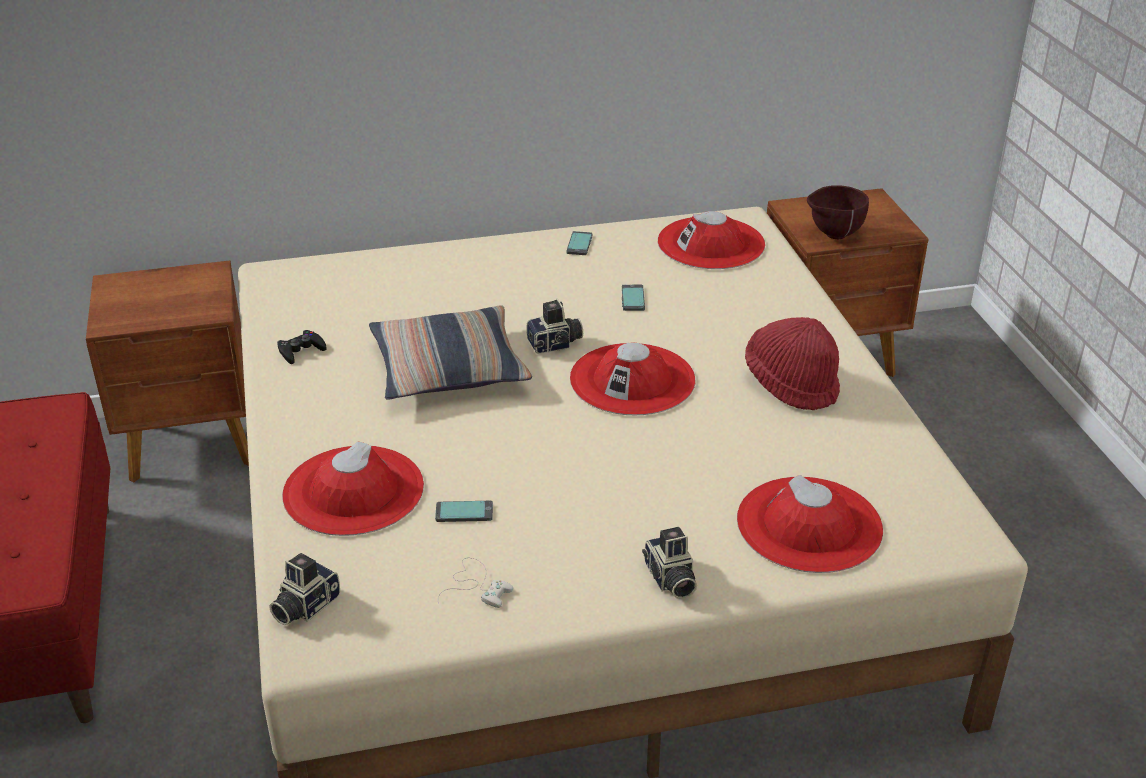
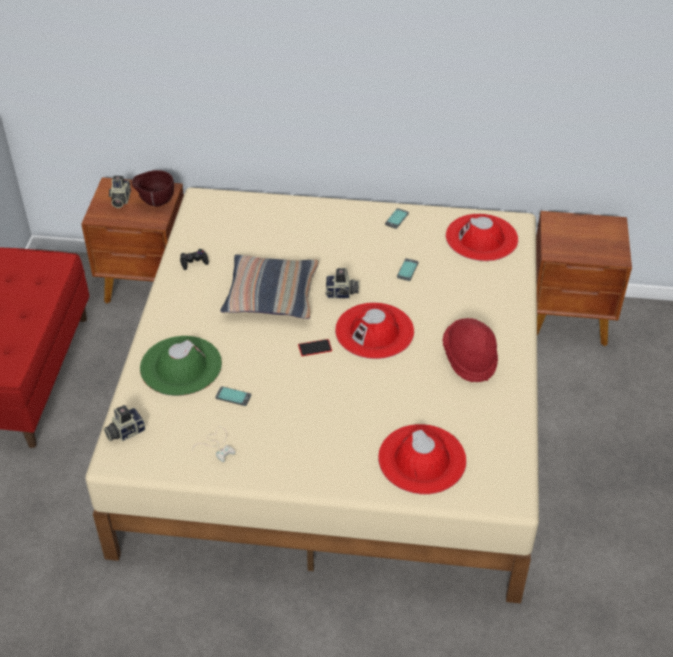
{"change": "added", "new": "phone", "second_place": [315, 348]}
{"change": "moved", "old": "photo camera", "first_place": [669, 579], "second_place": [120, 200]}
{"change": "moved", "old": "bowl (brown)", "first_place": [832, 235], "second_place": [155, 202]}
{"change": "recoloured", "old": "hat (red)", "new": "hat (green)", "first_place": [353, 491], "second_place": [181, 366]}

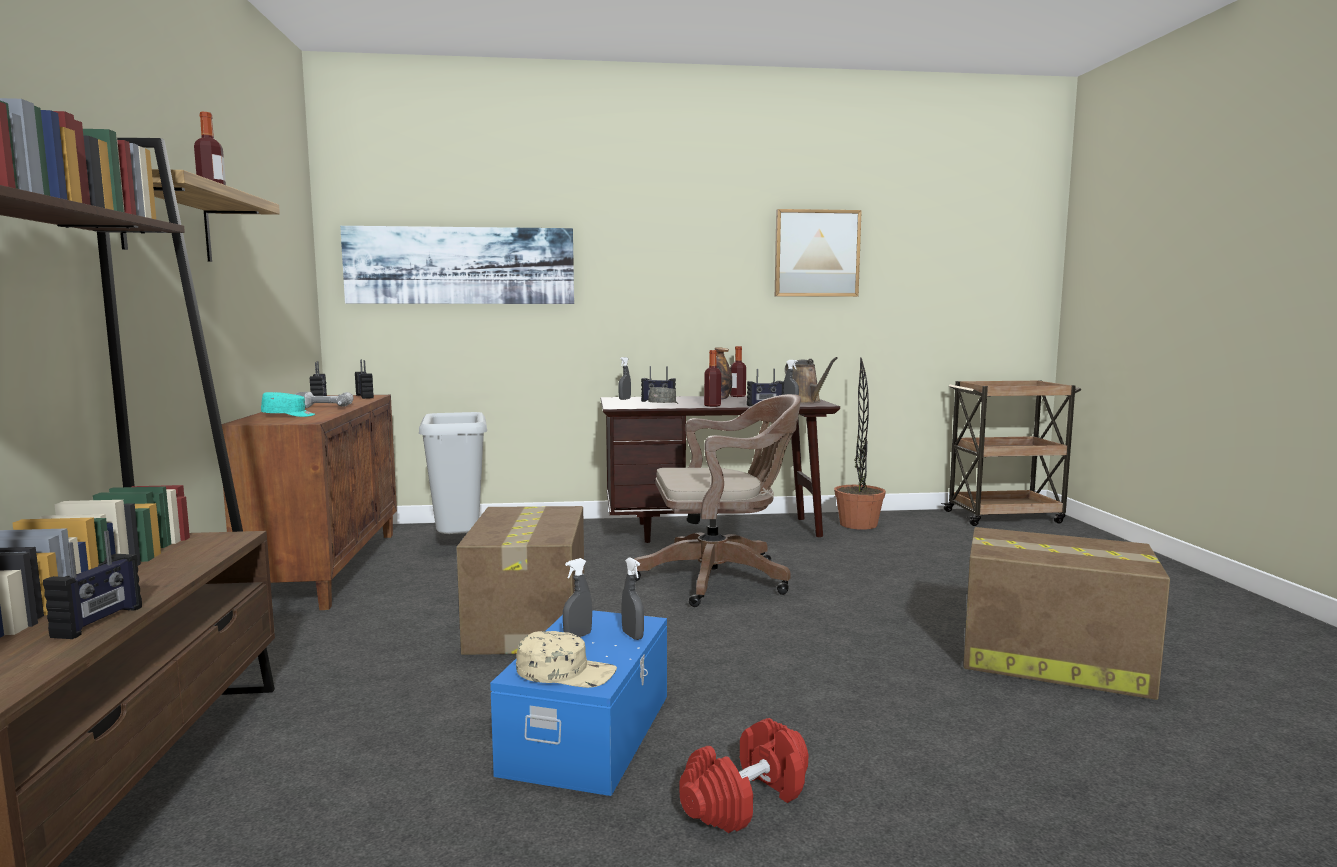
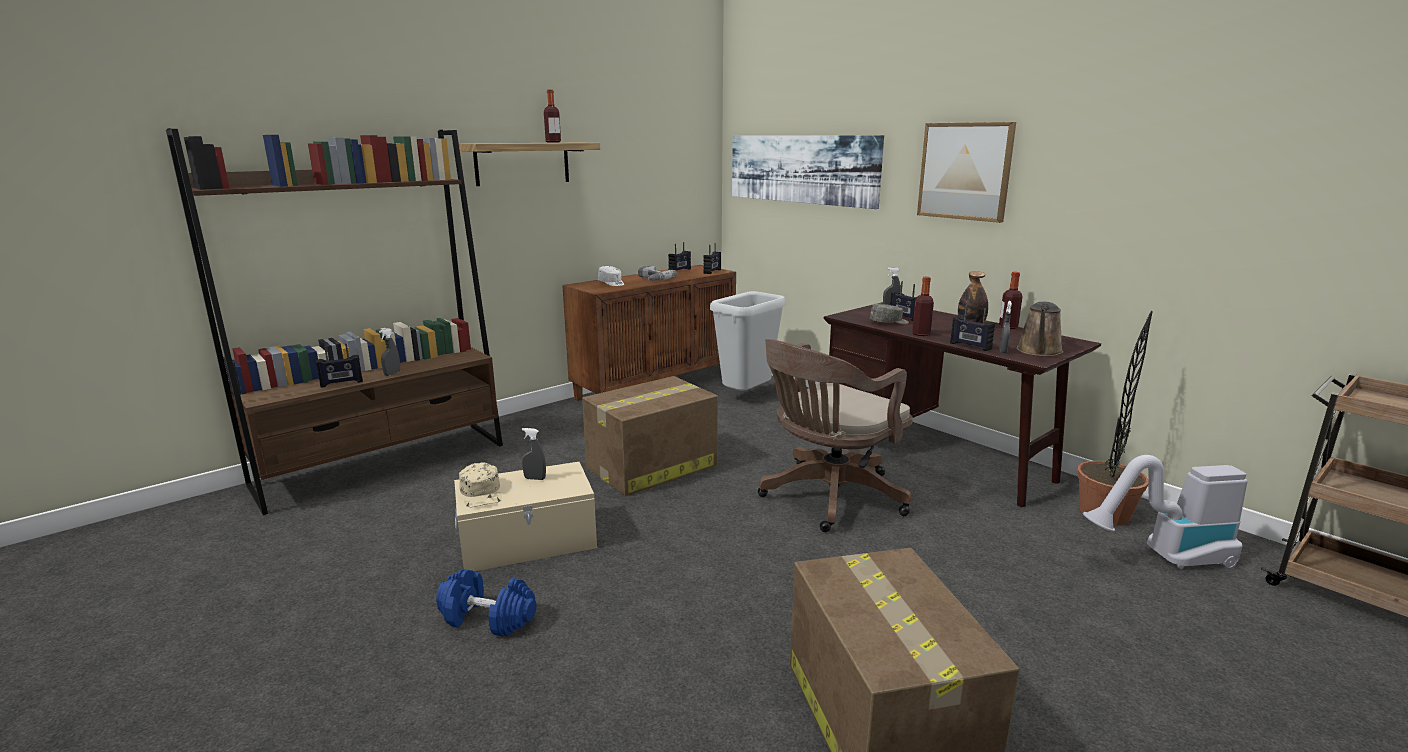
{"change": "added", "new": "vacuum cleaner", "second_place": [1164, 558]}
{"change": "moved", "old": "spray bottle (grey)", "first_place": [632, 636], "second_place": [392, 374]}
{"change": "moved", "old": "picture", "first_place": [816, 253], "second_place": [965, 171]}
{"change": "recoloured", "old": "cap (turquoise)", "new": "cap (white)", "first_place": [288, 415], "second_place": [611, 283]}
{"change": "recoloured", "old": "storage box (blue)", "new": "storage box (beige)", "first_place": [591, 732], "second_place": [528, 541]}
{"change": "recoloured", "old": "dumbbell (red)", "new": "dumbbell (blue)", "first_place": [745, 801], "second_place": [487, 618]}
{"change": "turned", "old": "office chair (brown)", "first_place": [721, 579], "second_place": [828, 498], "degrees": 90}

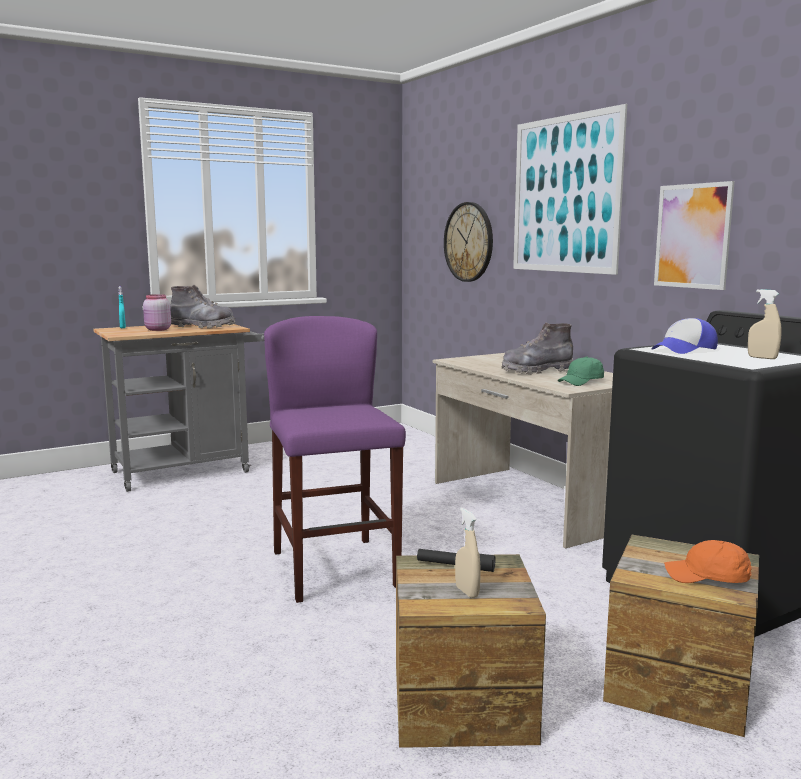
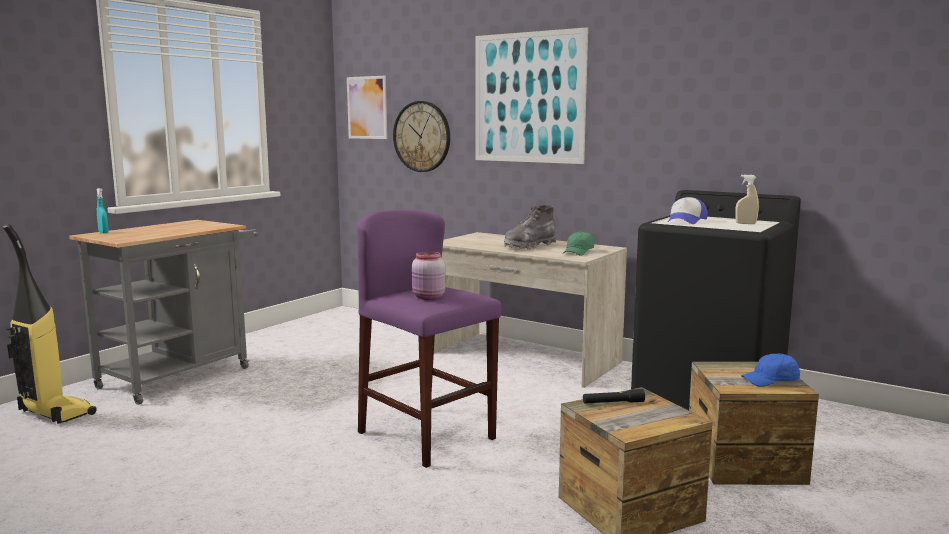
{"change": "removed", "old": "boot (grey)", "first_place": [202, 326]}
{"change": "removed", "old": "spray bottle (beige)", "first_place": [467, 592]}
{"change": "added", "new": "vacuum cleaner", "second_place": [55, 413]}
{"change": "moved", "old": "jar (pink)", "first_place": [157, 330], "second_place": [428, 297]}
{"change": "moved", "old": "picture", "first_place": [692, 236], "second_place": [367, 107]}
{"change": "recoloured", "old": "cap (orange)", "new": "cap (blue)", "first_place": [708, 578], "second_place": [771, 381]}

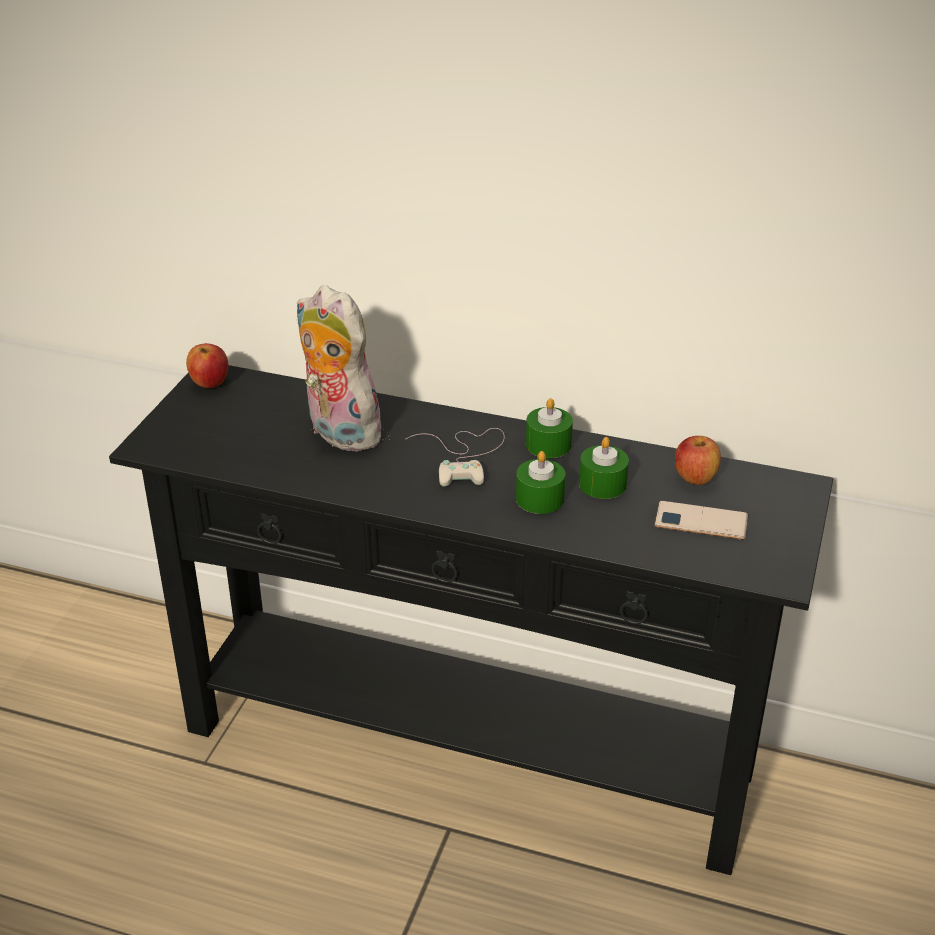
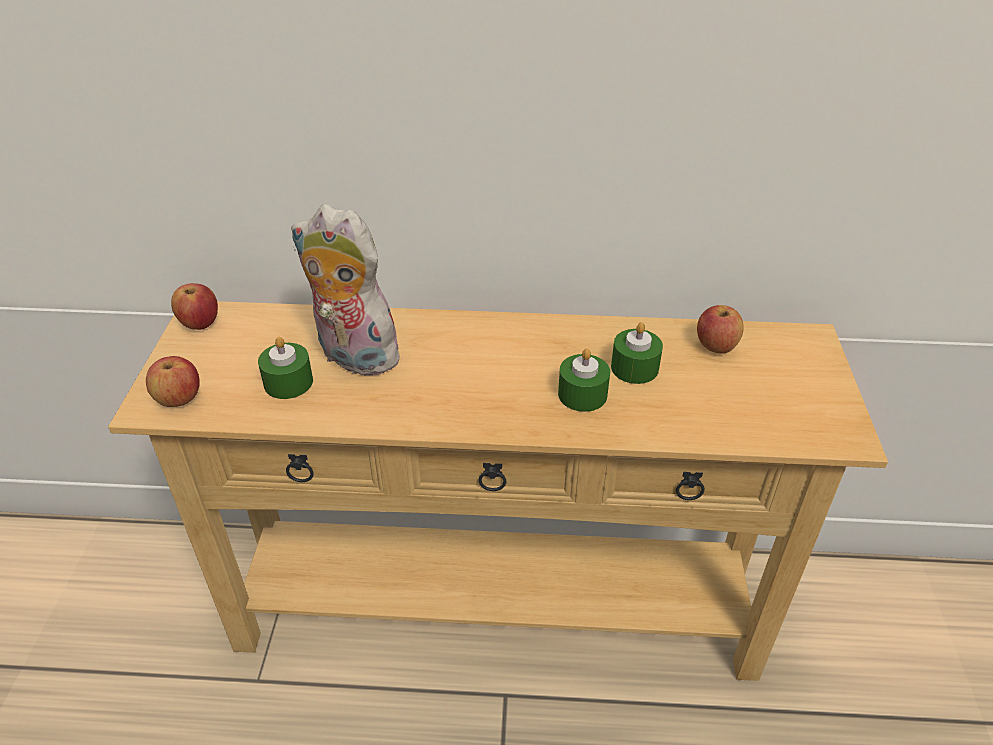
{"change": "removed", "old": "game controller (white)", "first_place": [465, 456]}
{"change": "removed", "old": "phone", "first_place": [701, 521]}
{"change": "added", "new": "apple", "second_place": [179, 399]}
{"change": "moved", "old": "candle (green)", "first_place": [548, 444], "second_place": [288, 382]}
{"change": "recoloured", "old": "console table (black)", "new": "console table (beige)", "first_place": [468, 746], "second_place": [496, 606]}

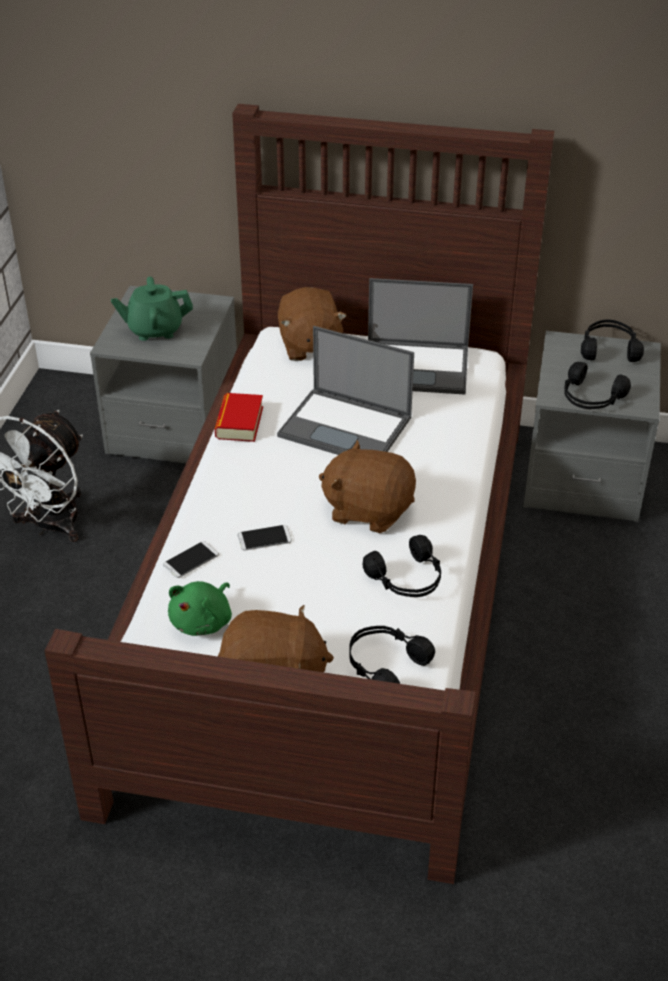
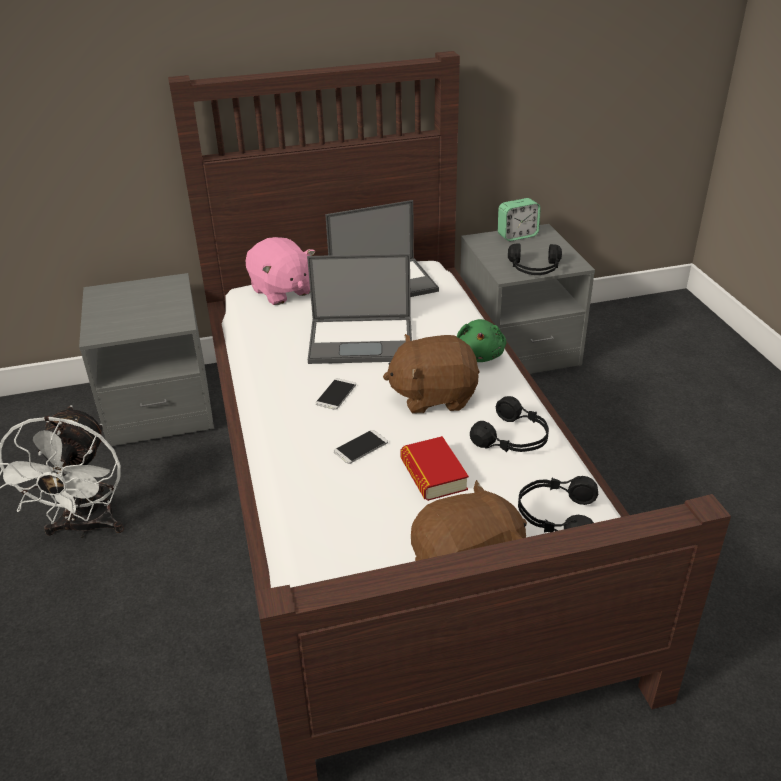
{"change": "removed", "old": "teapot (green)", "first_place": [155, 330]}
{"change": "moved", "old": "phone", "first_place": [191, 560], "second_place": [336, 394]}
{"change": "moved", "old": "plush toy (green)", "first_place": [203, 621], "second_place": [479, 355]}
{"change": "moved", "old": "book", "first_place": [239, 422], "second_place": [433, 474]}
{"change": "replaced", "old": "headphones (black)", "new": "alarm clock", "first_place": [609, 349], "second_place": [517, 235]}
{"change": "recoloured", "old": "plush toy (brown)", "new": "plush toy (pink)", "first_place": [309, 346], "second_place": [282, 291]}

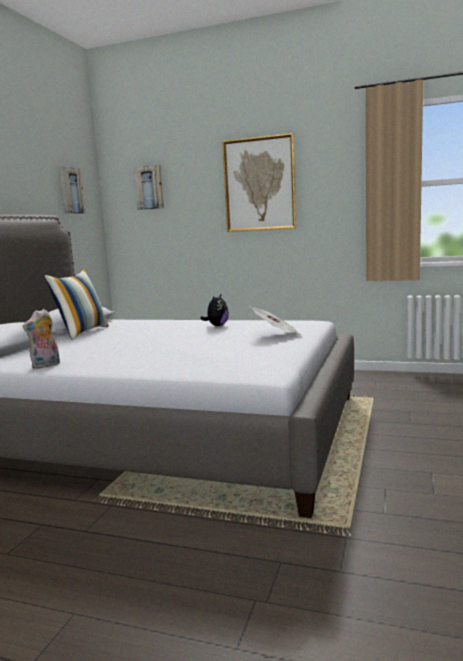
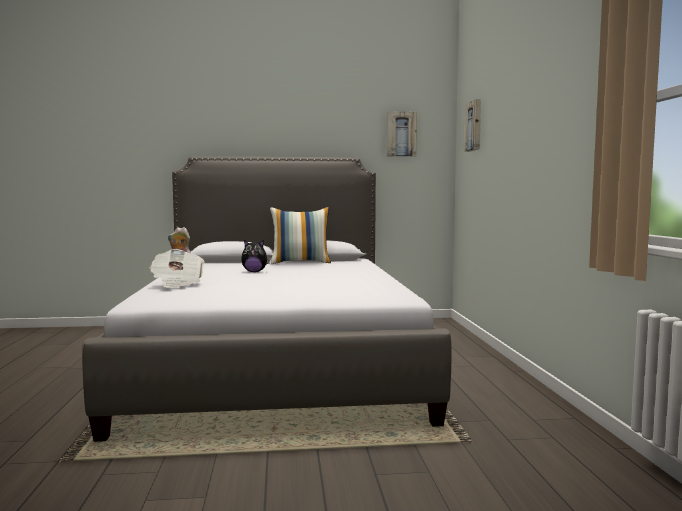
{"change": "removed", "old": "picture", "first_place": [259, 184]}
{"change": "moved", "old": "plush toy", "first_place": [217, 325], "second_place": [254, 272]}
{"change": "moved", "old": "newspaper", "first_place": [276, 334], "second_place": [177, 283]}

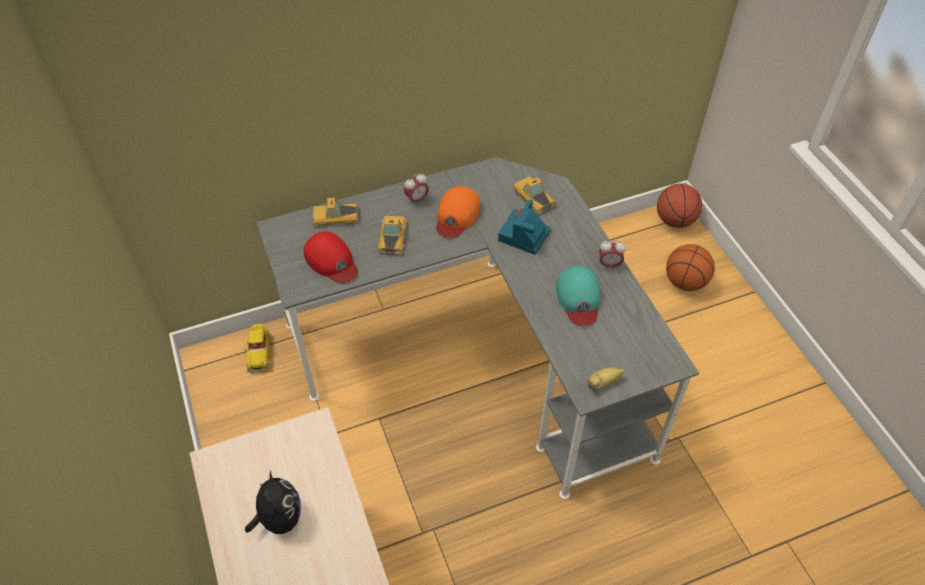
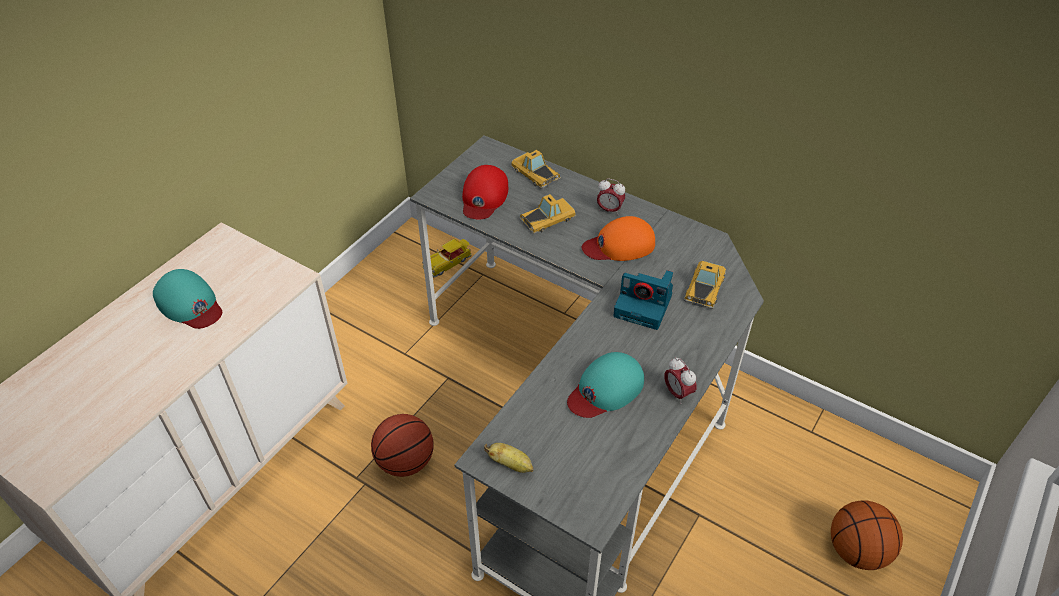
{"change": "moved", "old": "basketball", "first_place": [675, 221], "second_place": [405, 462]}
{"change": "replaced", "old": "plush toy", "new": "cap (turquoise)", "first_place": [279, 518], "second_place": [190, 304]}
{"change": "turned", "old": "photo camera", "first_place": [524, 236], "second_place": [644, 306], "degrees": -150}

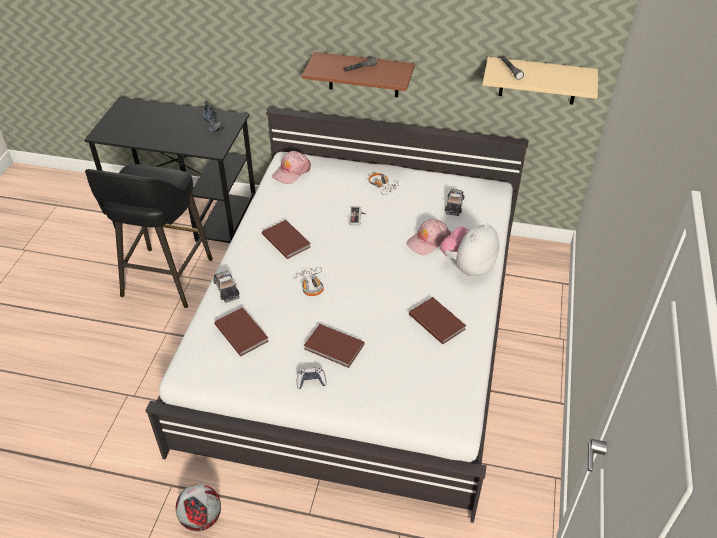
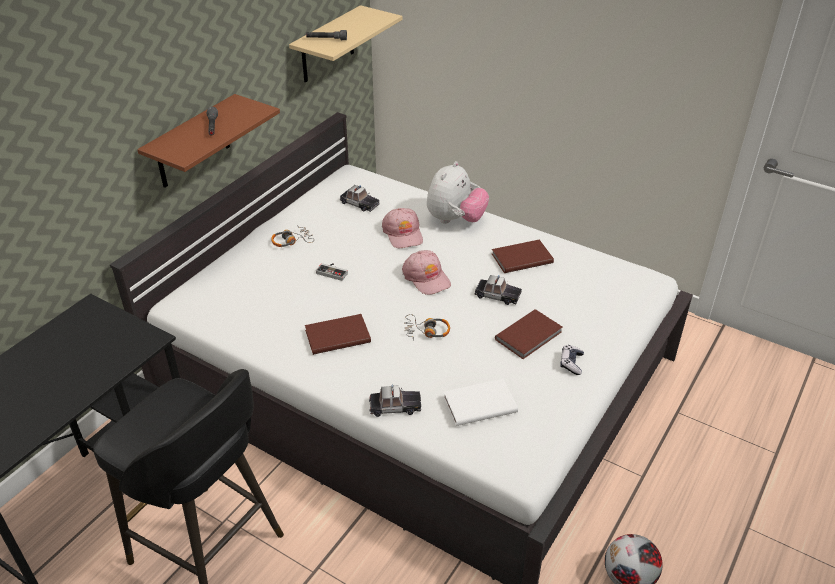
{"change": "removed", "old": "shoe", "first_place": [214, 123]}
{"change": "added", "new": "toy car", "second_place": [497, 295]}
{"change": "moved", "old": "cap (pink)", "first_place": [291, 171], "second_place": [426, 277]}
{"change": "recoloured", "old": "book (brown)", "new": "book (white)", "first_place": [242, 332], "second_place": [478, 403]}
{"change": "turned", "old": "plush toy", "first_place": [468, 267], "second_place": [455, 220], "degrees": -120}

